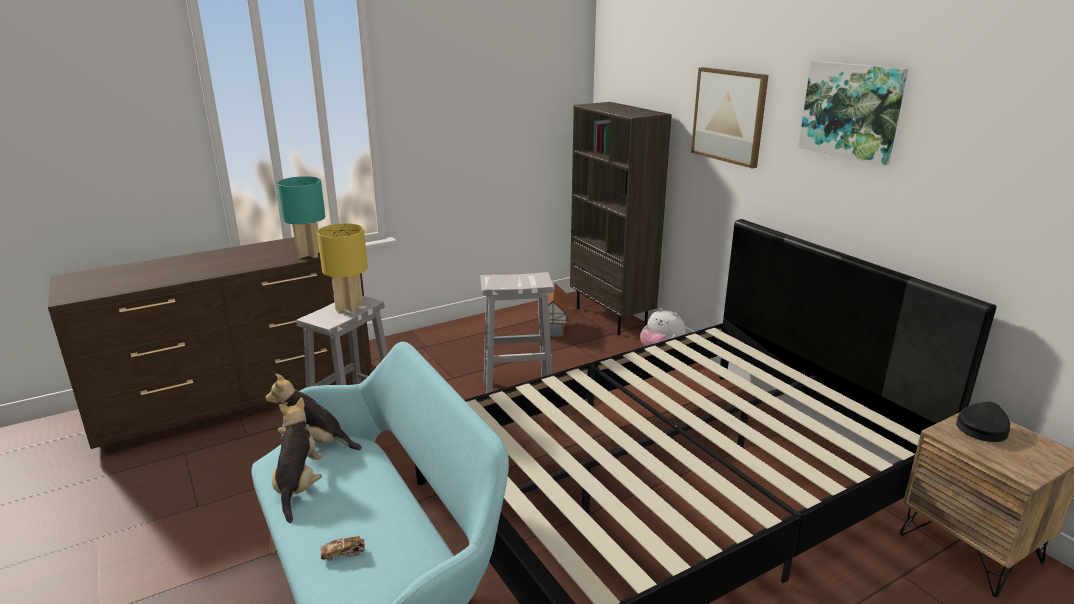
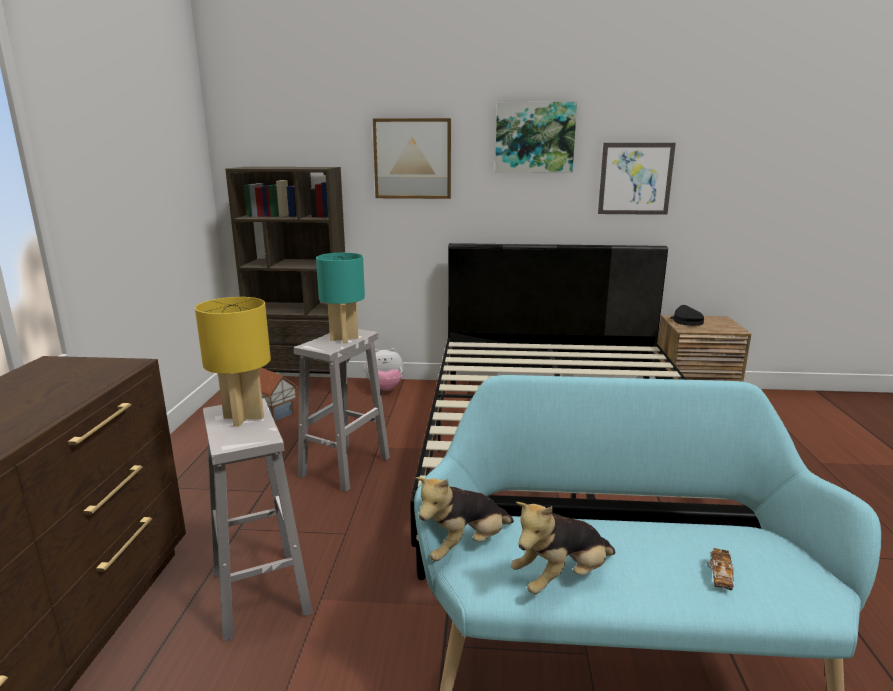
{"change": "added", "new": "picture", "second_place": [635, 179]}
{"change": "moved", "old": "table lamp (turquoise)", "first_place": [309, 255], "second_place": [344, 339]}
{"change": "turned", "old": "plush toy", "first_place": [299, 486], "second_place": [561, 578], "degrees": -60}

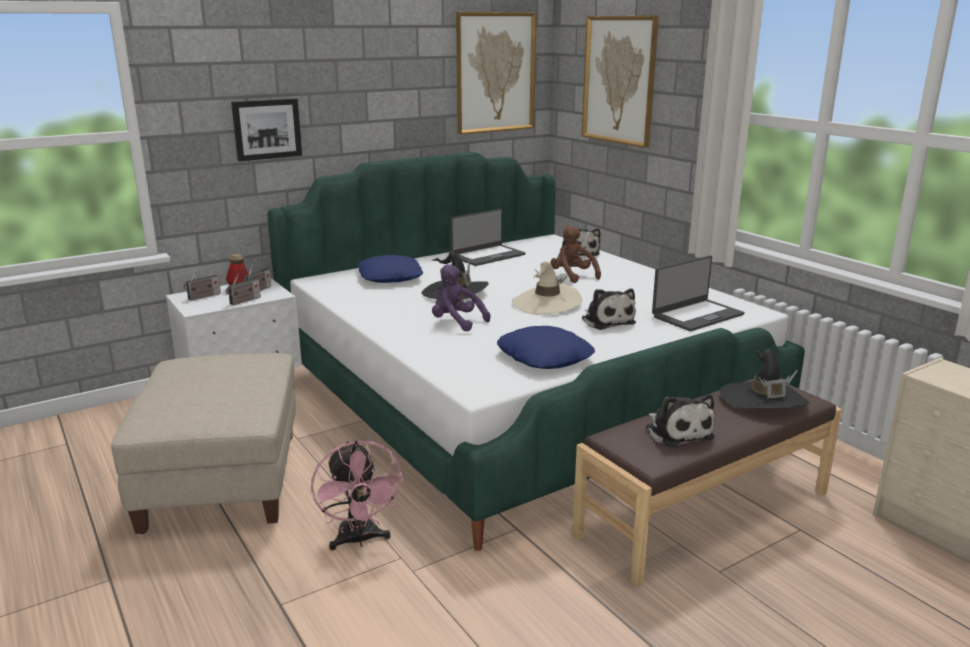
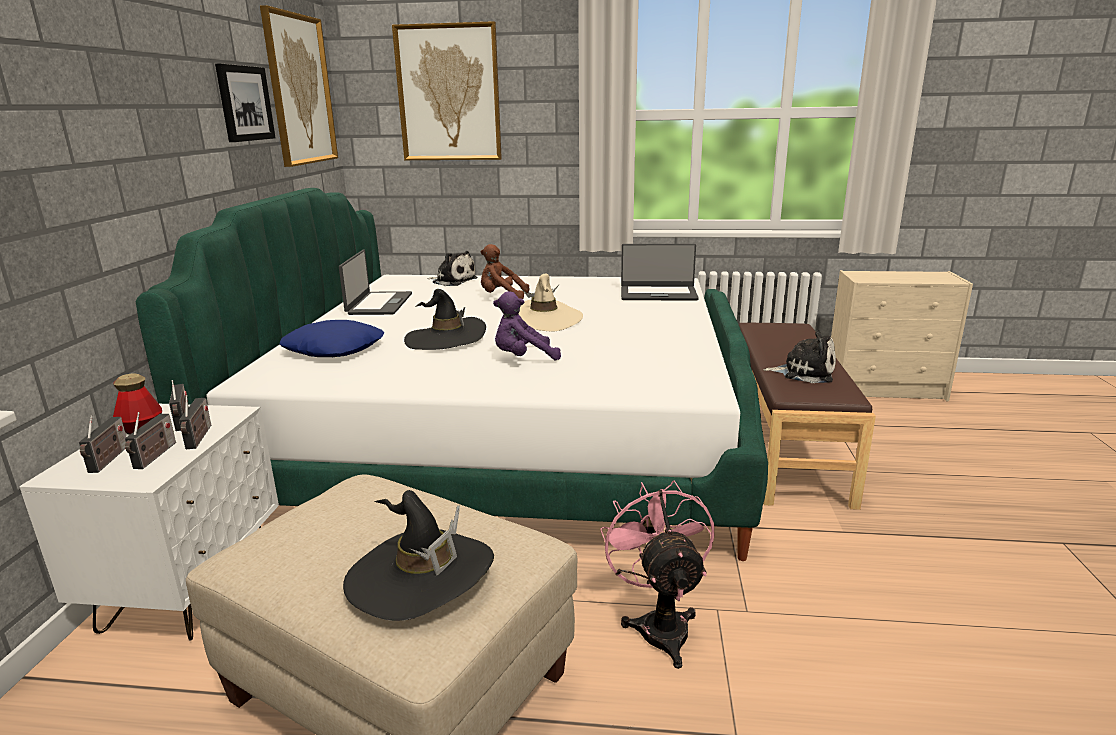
{"change": "removed", "old": "pillow (blue)", "first_place": [545, 357]}
{"change": "removed", "old": "plush toy", "first_place": [606, 321]}
{"change": "added", "new": "radio", "second_place": [154, 457]}
{"change": "moved", "old": "picture", "first_place": [267, 129], "second_place": [244, 103]}
{"change": "moved", "old": "hat (black)", "first_place": [763, 400], "second_place": [421, 576]}
{"change": "turned", "old": "fan (pink)", "first_place": [359, 540], "second_place": [660, 624], "degrees": -120}
{"change": "turned", "old": "laptop", "first_place": [696, 315], "second_place": [658, 294], "degrees": 90}

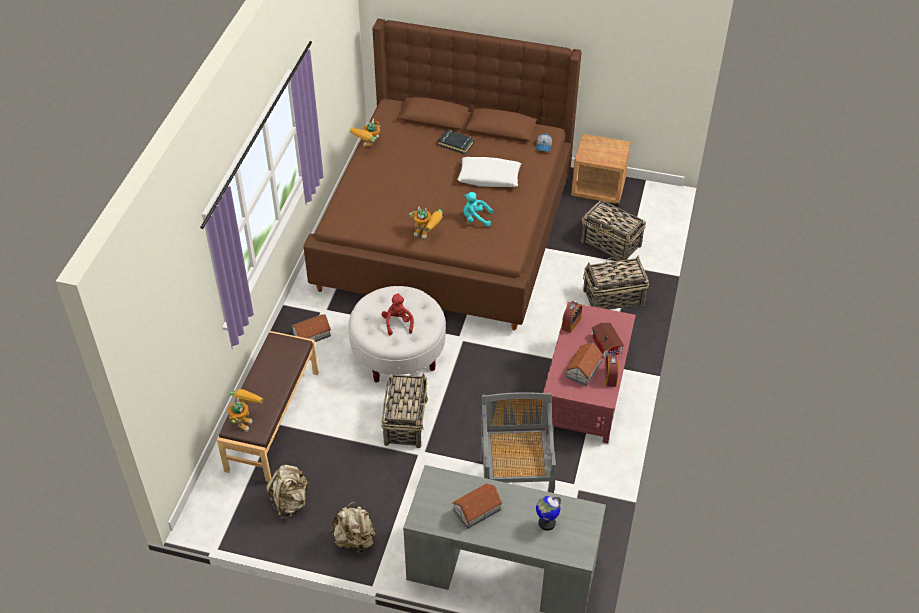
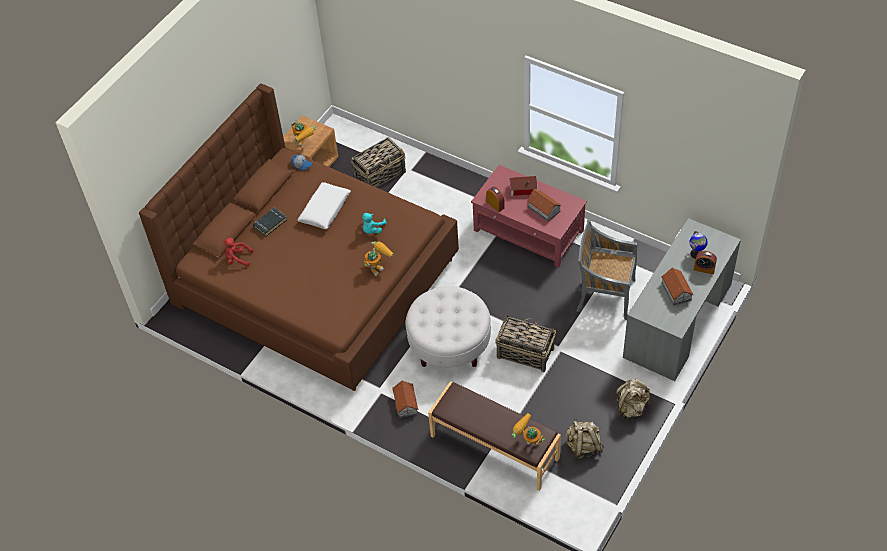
{"change": "removed", "old": "basket", "first_place": [612, 297]}
{"change": "moved", "old": "toy robot", "first_place": [369, 147], "second_place": [304, 143]}
{"change": "moved", "old": "plush toy (red)", "first_place": [397, 323], "second_place": [238, 259]}
{"change": "moved", "old": "alarm clock", "first_place": [610, 377], "second_place": [704, 269]}

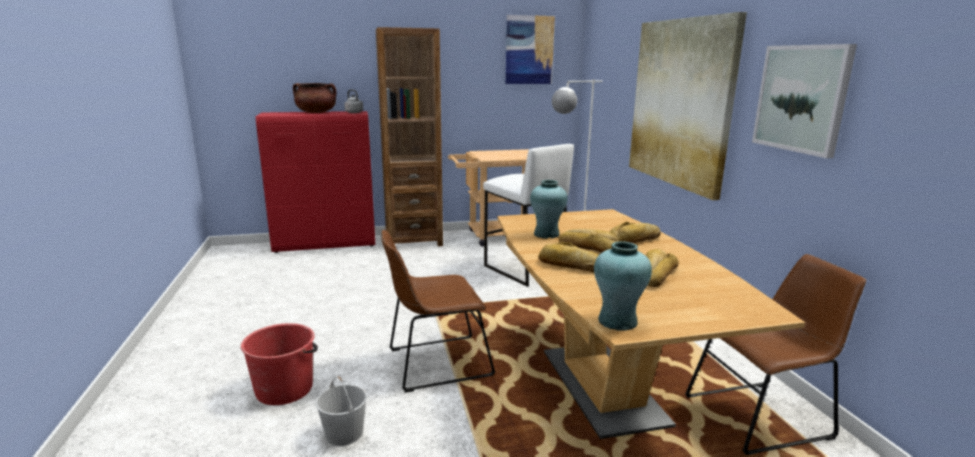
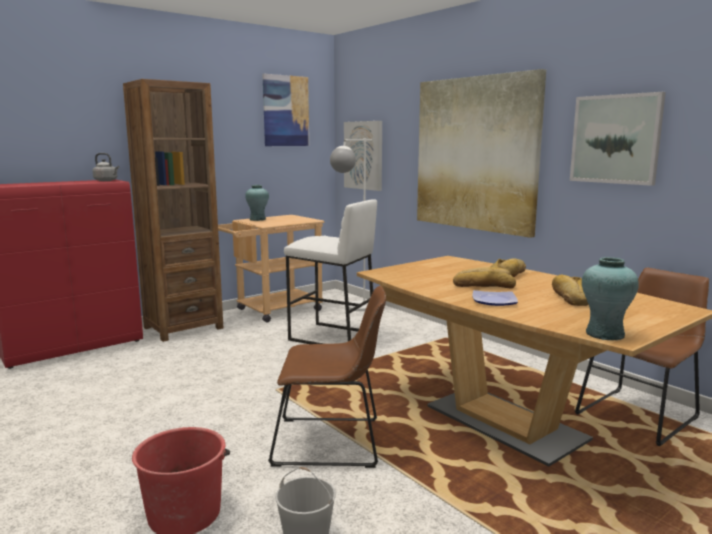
{"change": "removed", "old": "cooking pot (brown)", "first_place": [316, 112]}
{"change": "added", "new": "picture", "second_place": [363, 155]}
{"change": "moved", "old": "vase (turquoise)", "first_place": [547, 234], "second_place": [257, 219]}
{"change": "replaced", "old": "bread", "new": "plate", "first_place": [570, 265], "second_place": [493, 301]}
{"change": "turned", "old": "chair (brown)", "first_place": [434, 363], "second_place": [332, 442], "degrees": -135}

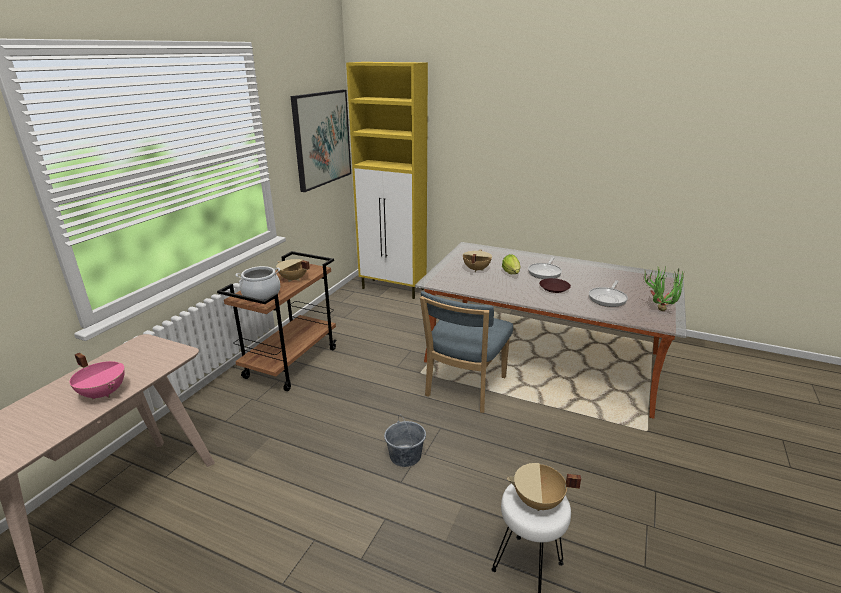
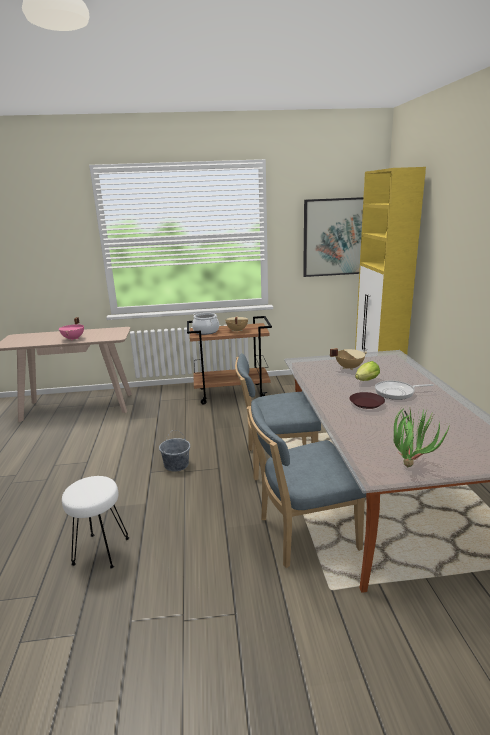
{"change": "removed", "old": "cooking pot (beige)", "first_place": [538, 502]}
{"change": "removed", "old": "frying pan", "first_place": [608, 298]}
{"change": "added", "new": "chair (blue)", "second_place": [303, 534]}

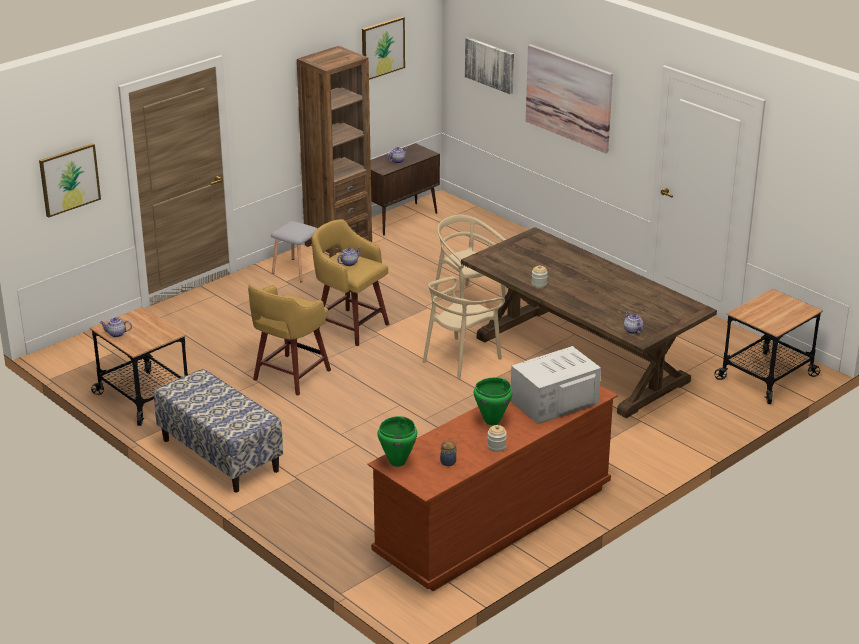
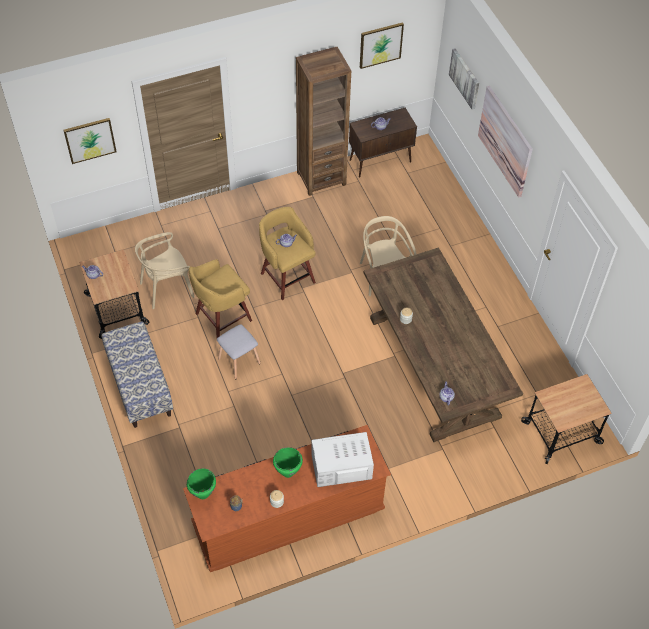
{"change": "moved", "old": "stool (grey)", "first_place": [297, 270], "second_place": [239, 361]}
{"change": "moved", "old": "chair (beige)", "first_place": [460, 359], "second_place": [167, 288]}

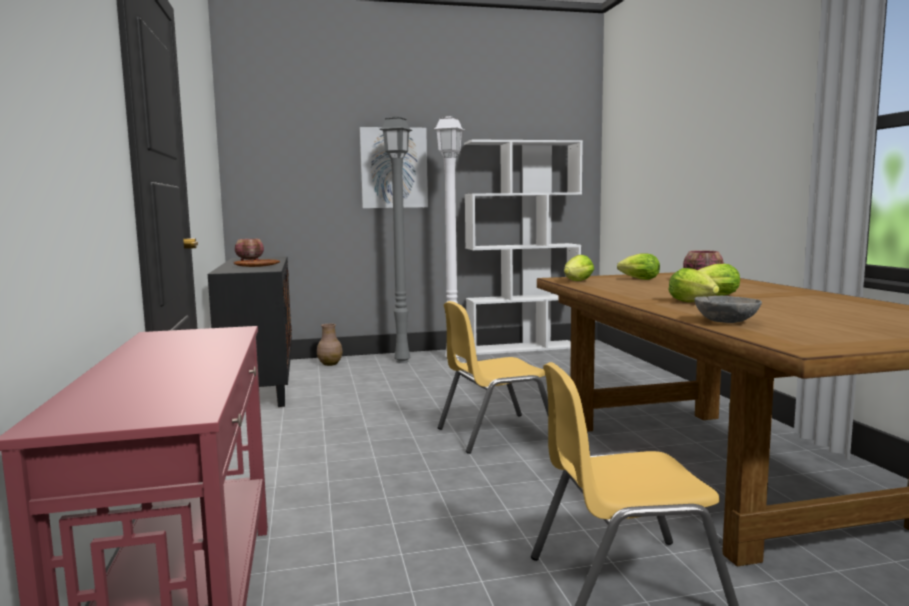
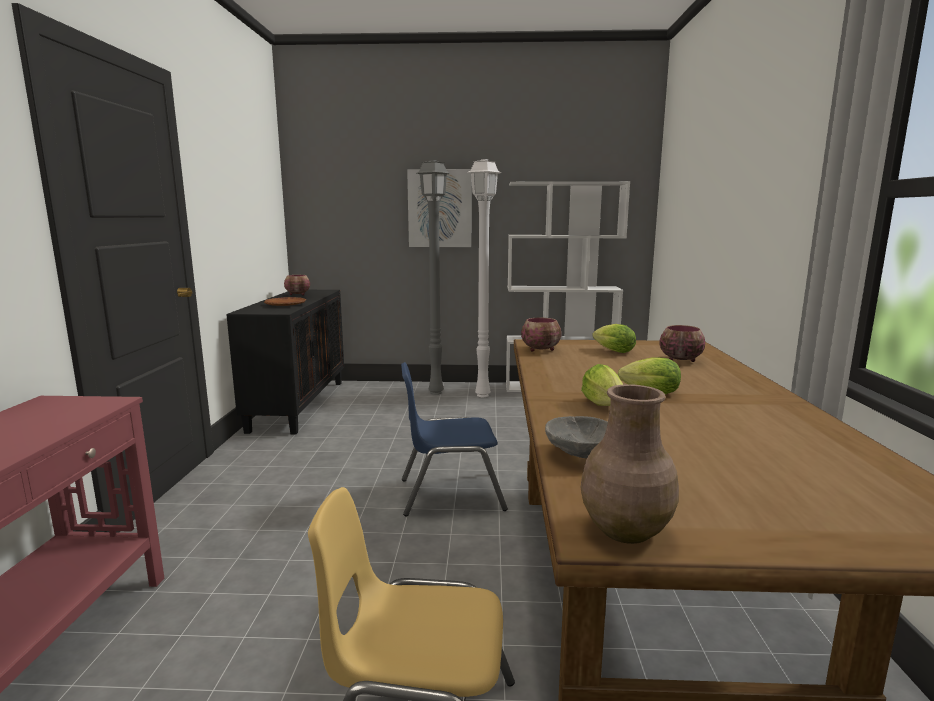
{"change": "moved", "old": "vase (brown)", "first_place": [329, 364], "second_place": [624, 530]}
{"change": "replaced", "old": "lettuce", "new": "bowl", "first_place": [576, 281], "second_place": [541, 350]}
{"change": "recoloured", "old": "chair (yellow)", "new": "chair (blue)", "first_place": [495, 433], "second_place": [450, 494]}

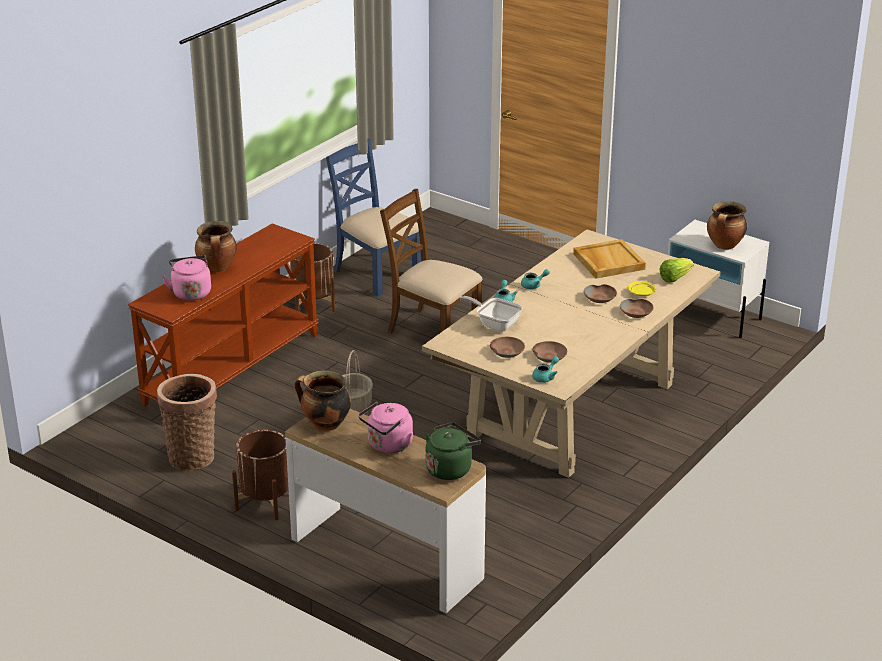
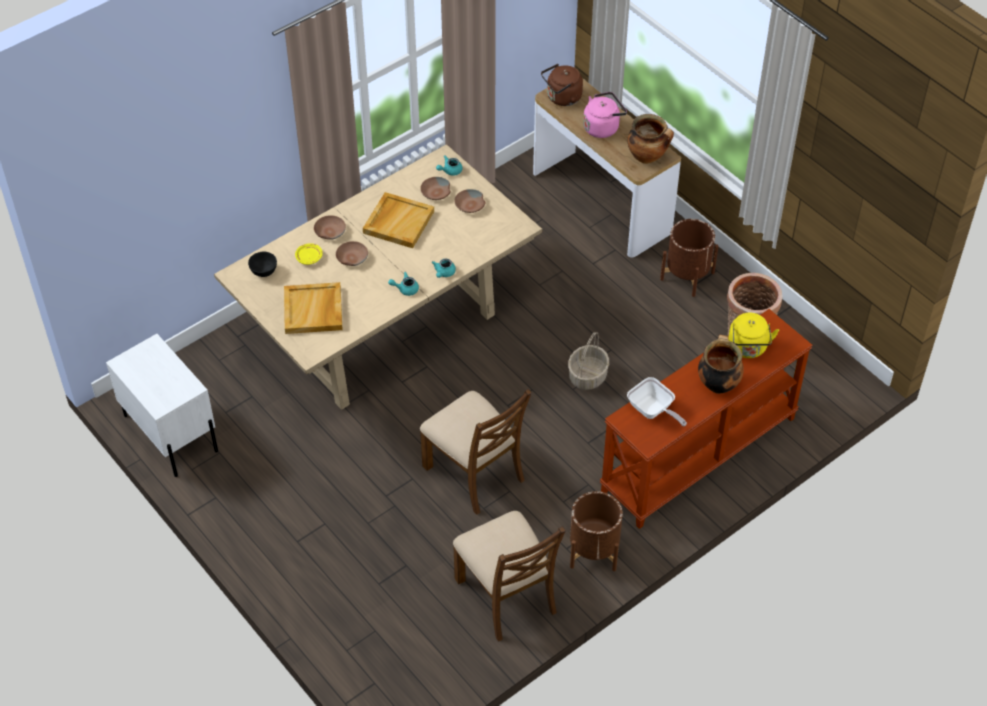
{"change": "removed", "old": "cooking pot", "first_place": [725, 246]}
{"change": "added", "new": "tray (beige)", "second_place": [398, 222]}
{"change": "moved", "old": "frying pan", "first_place": [495, 324], "second_place": [653, 411]}
{"change": "replaced", "old": "lettuce", "new": "bowl (black)", "first_place": [674, 278], "second_place": [264, 272]}
{"change": "recoloured", "old": "kettle (pink)", "new": "kettle (yellow)", "first_place": [191, 292], "second_place": [748, 348]}
{"change": "recoloured", "old": "chair (blue)", "new": "chair (brown)", "first_place": [375, 273], "second_place": [507, 596]}
{"change": "recoloured", "old": "kettle (green)", "new": "kettle (brown)", "first_place": [450, 468], "second_place": [562, 98]}

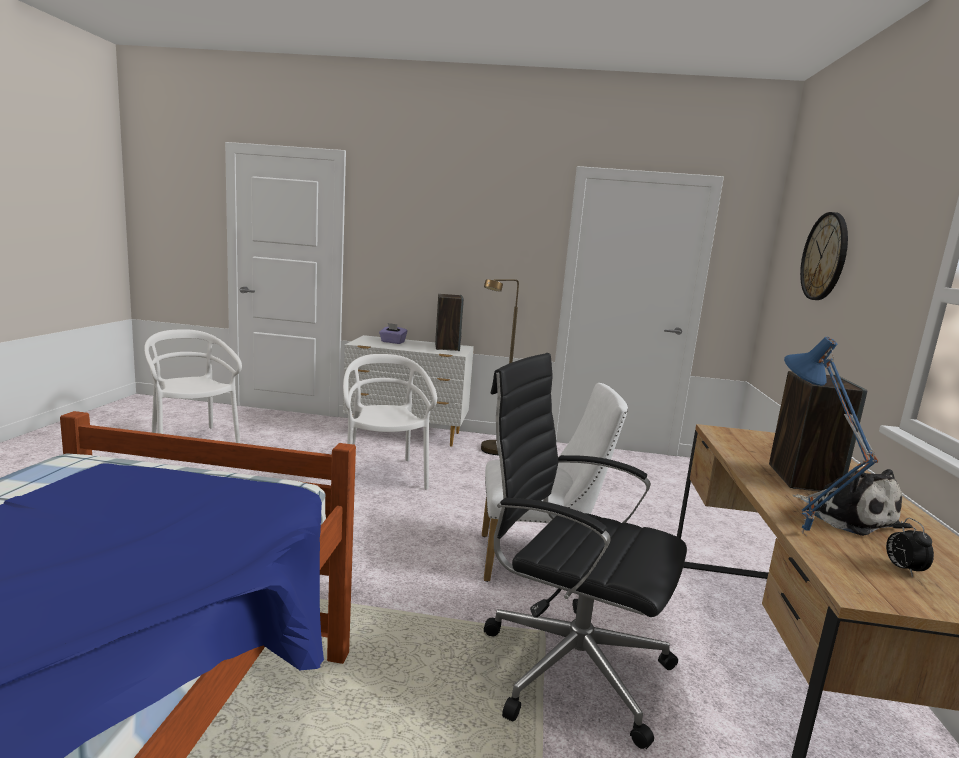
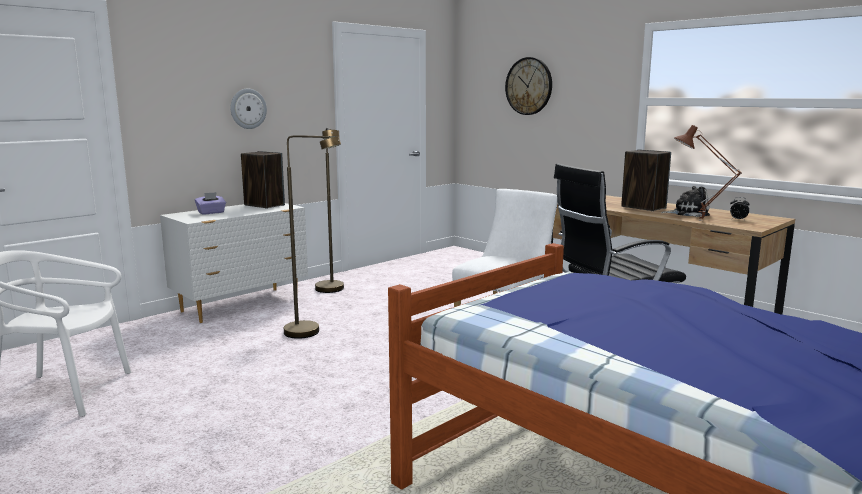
{"change": "added", "new": "wall clock", "second_place": [248, 108]}
{"change": "replaced", "old": "chair (white)", "new": "floor lamp (brown)", "first_place": [383, 476], "second_place": [311, 333]}
{"change": "recoloured", "old": "table lamp (blue)", "new": "table lamp (brown)", "first_place": [800, 534], "second_place": [700, 221]}

